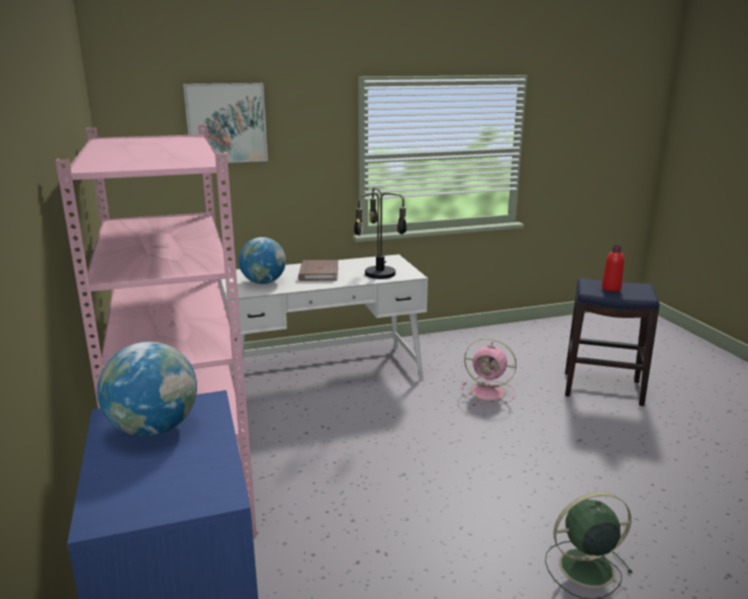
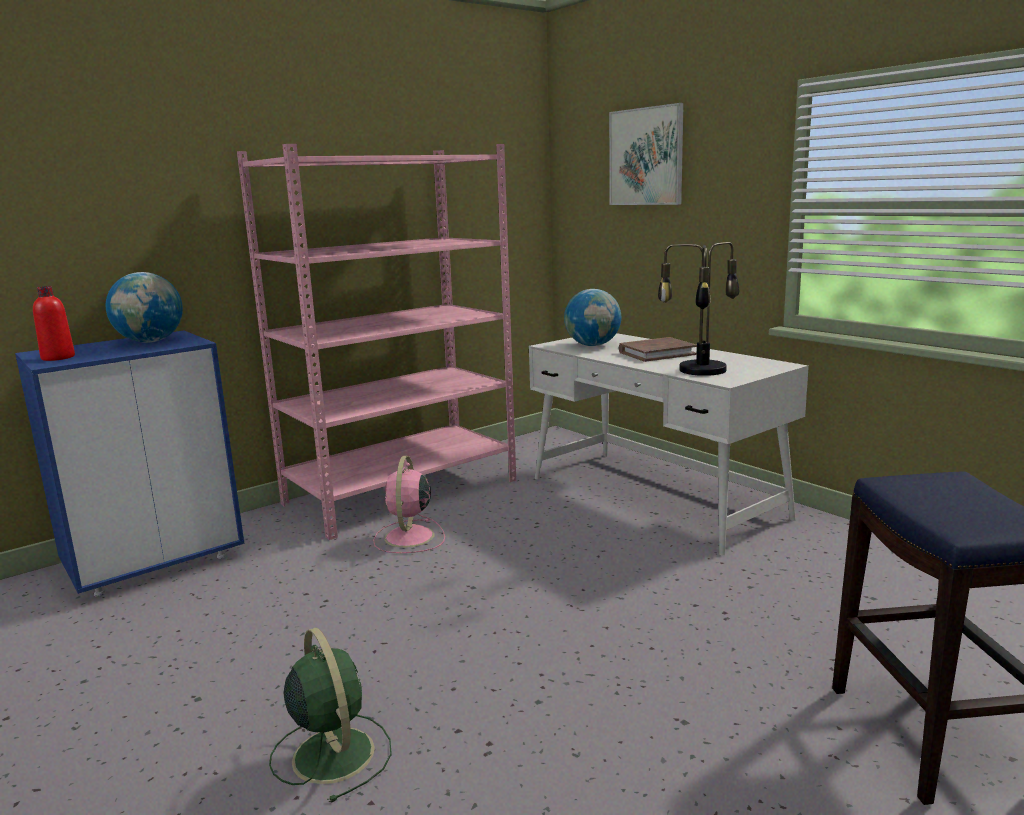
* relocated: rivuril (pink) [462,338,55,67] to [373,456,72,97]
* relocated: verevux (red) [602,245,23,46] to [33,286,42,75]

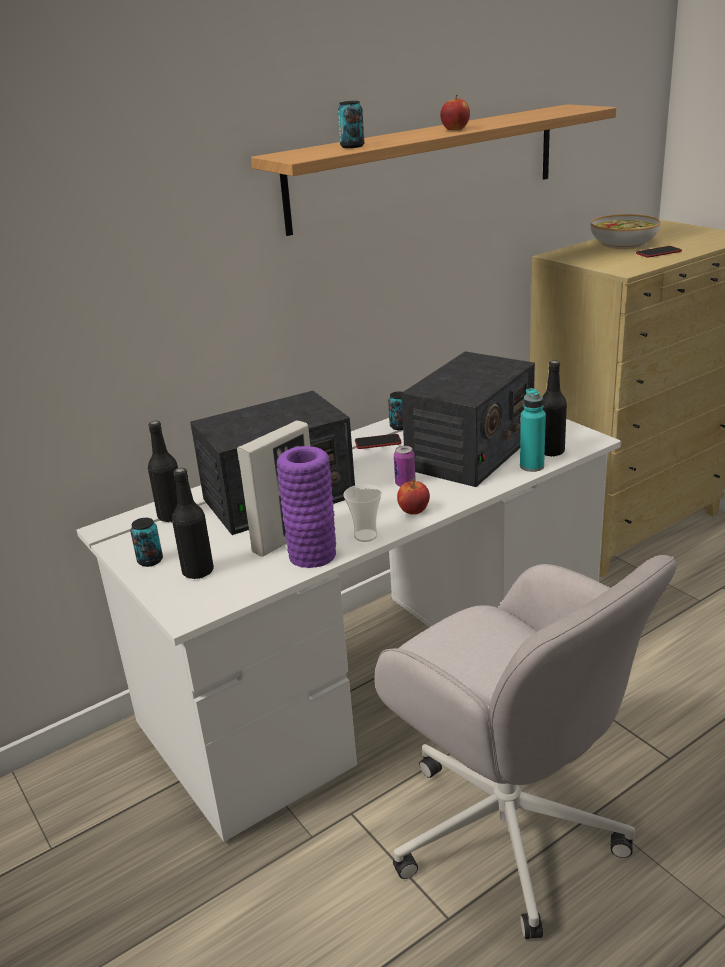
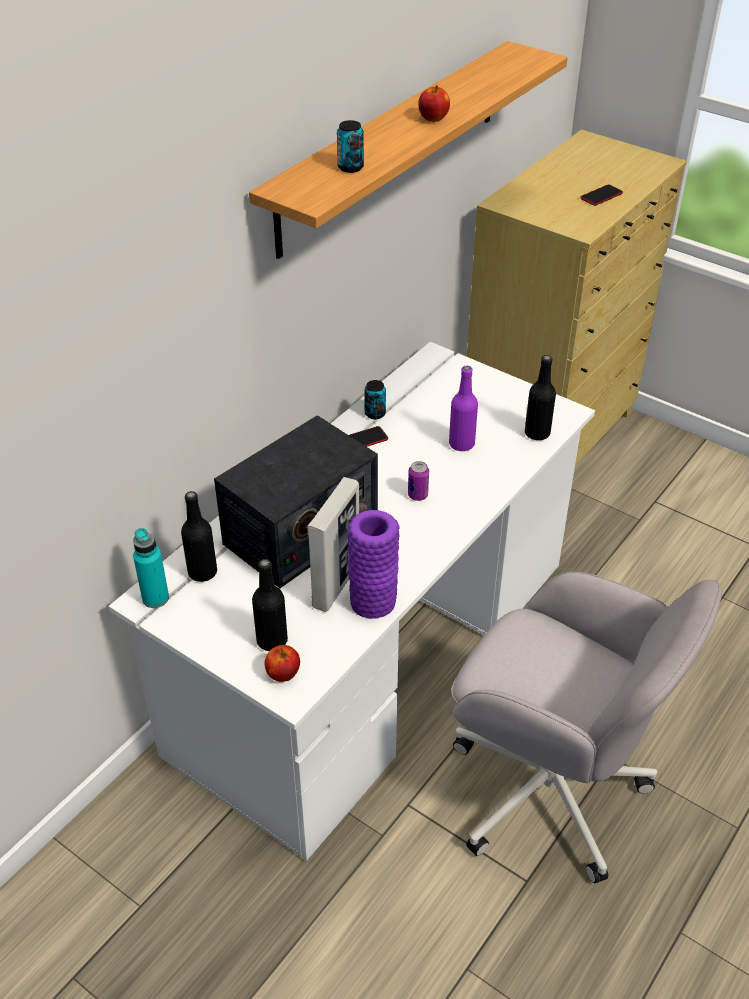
* missing: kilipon [130,518,33,49]
* missing: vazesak [343,484,39,58]
* missing: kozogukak [591,214,70,35]
* relocated: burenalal [397,480,33,35] to [265,645,35,37]
* relocated: verevux (turquoise) [520,388,26,84] to [133,528,36,80]
* exchanged: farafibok [401,351,134,136] to verevux (purple) [449,366,29,85]

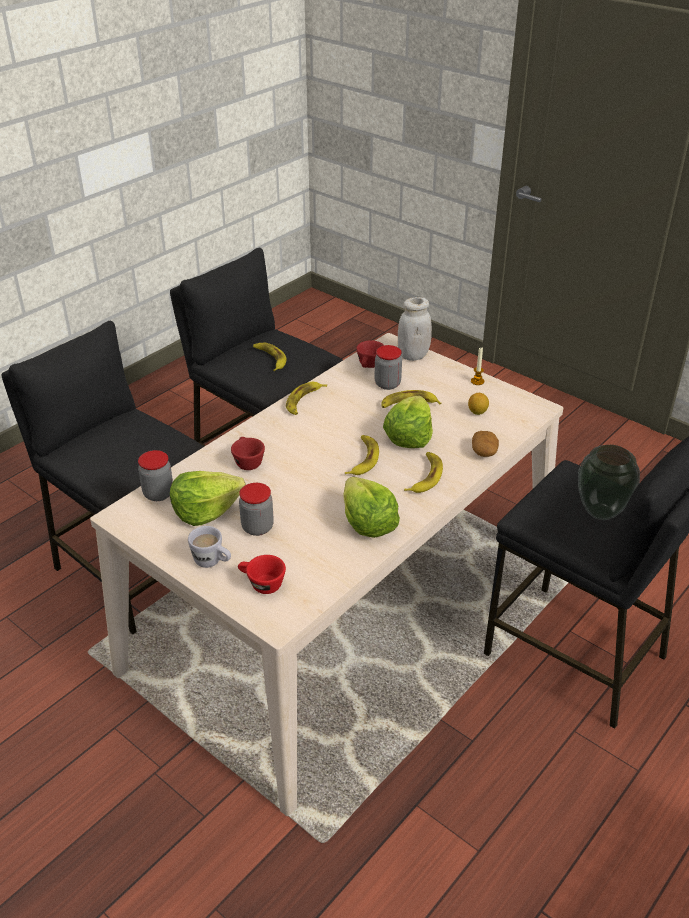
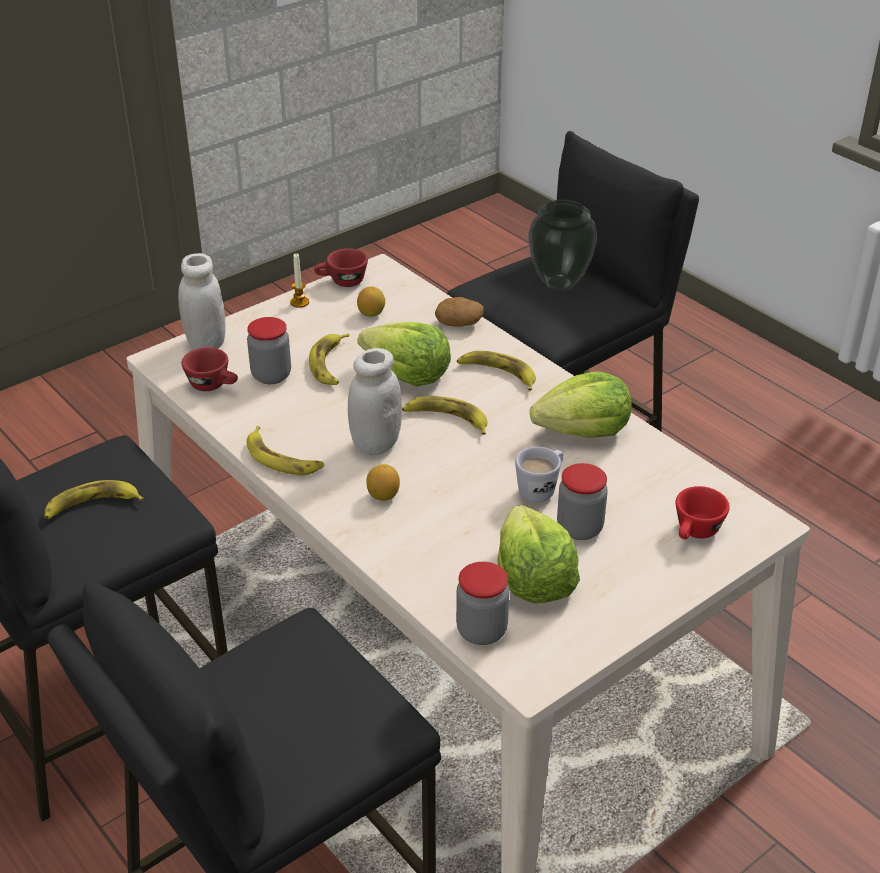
* appeared: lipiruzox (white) [348,348,54,107]
* appeared: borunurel [366,464,34,37]
* relocated: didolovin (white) [188,526,43,42] to [515,447,49,56]
* relocated: vazesak (red) [231,437,34,33] to [314,248,54,39]

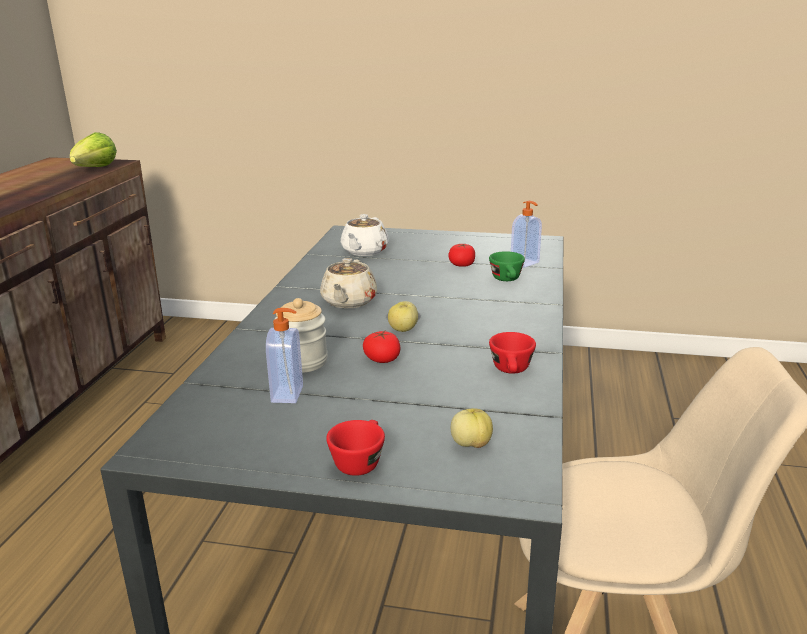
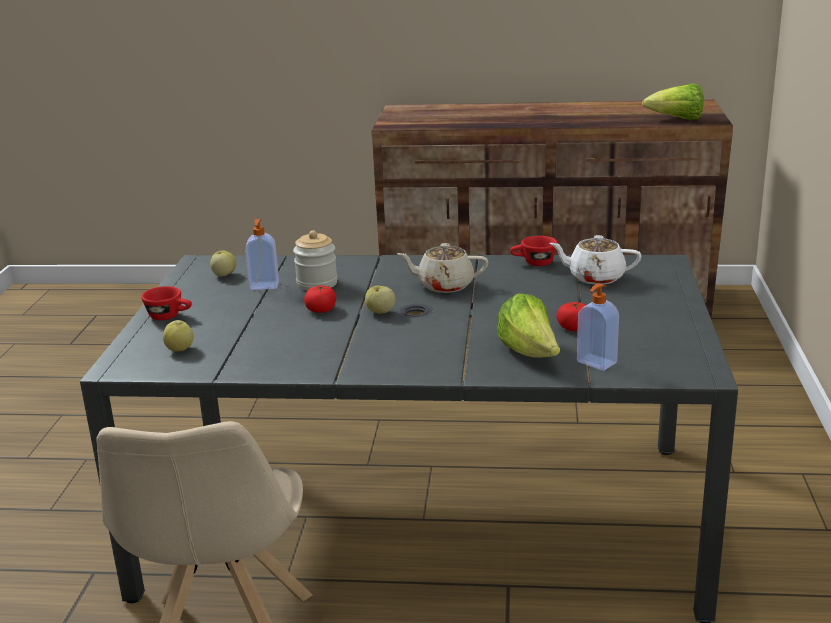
* appeared: burenalal [210,250,26,27]
* relocated: vazesak (red) [489,332,47,42] to [510,236,47,30]
* exchanged: vazesak (green) [489,251,36,30] to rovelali [497,293,63,65]

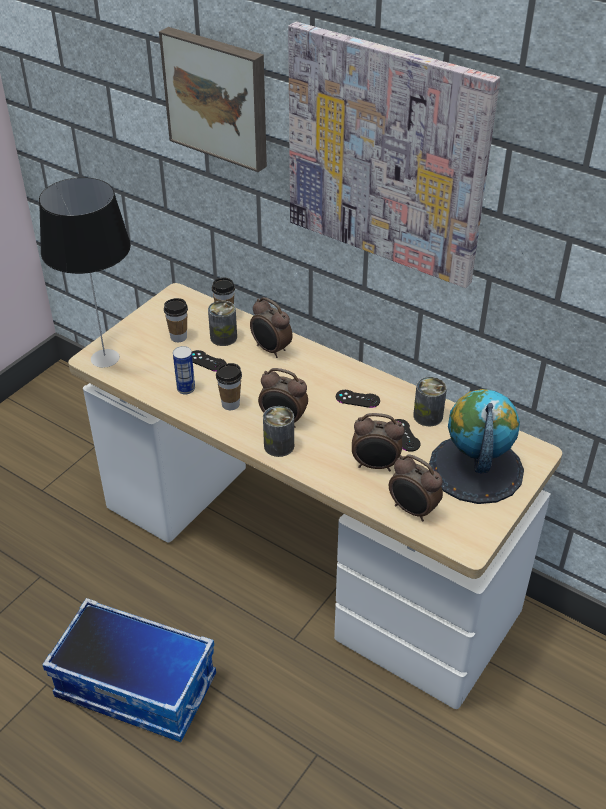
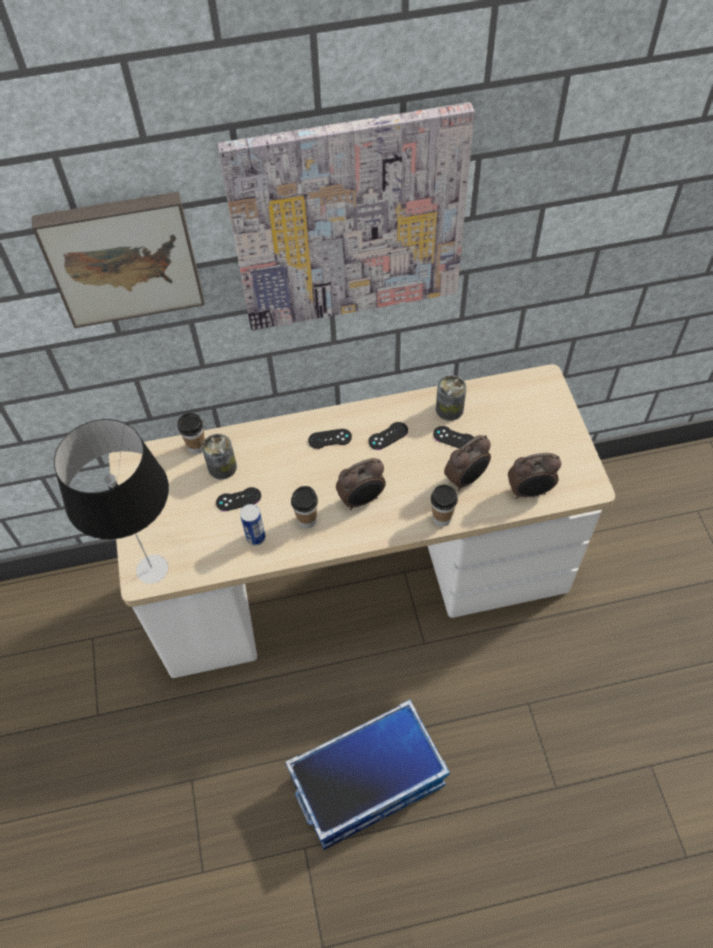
* missing: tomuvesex [250,297,43,61]
* missing: kilipon [263,406,31,51]
* missing: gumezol [429,389,95,115]
* appeared: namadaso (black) [308,429,44,20]
* relocated: vazesak [164,298,24,44] to [431,484,27,42]

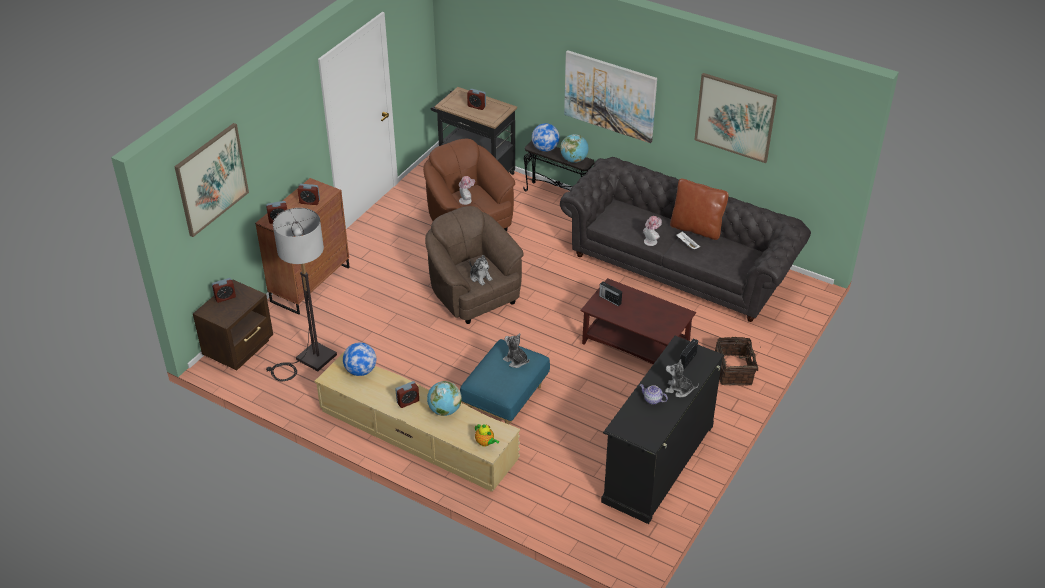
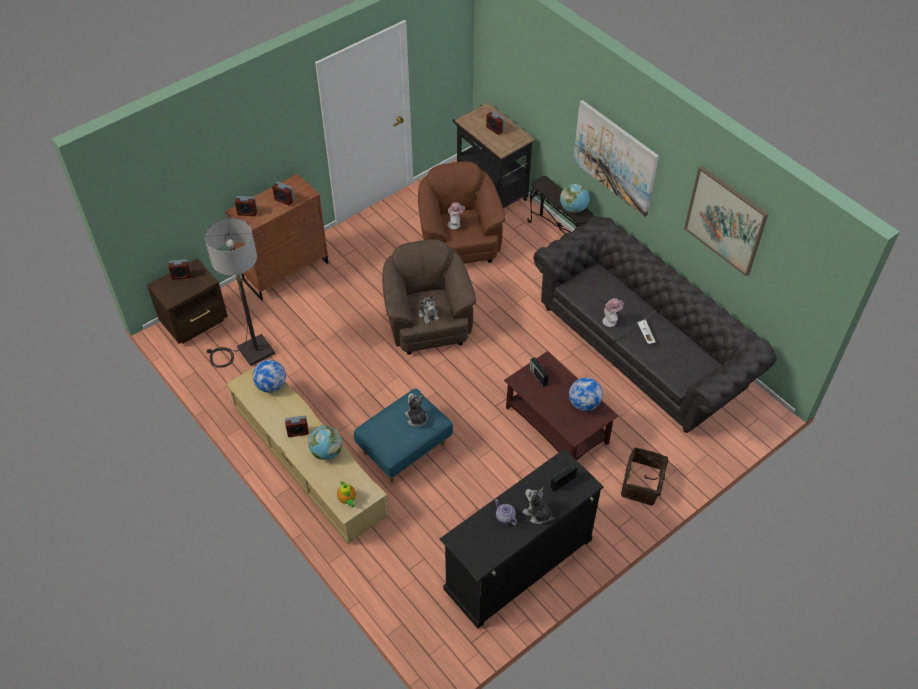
* missing: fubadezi [174,123,75,114]
* missing: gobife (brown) [670,179,59,61]
* relocated: gumezol [532,123,28,29] to [569,378,34,33]

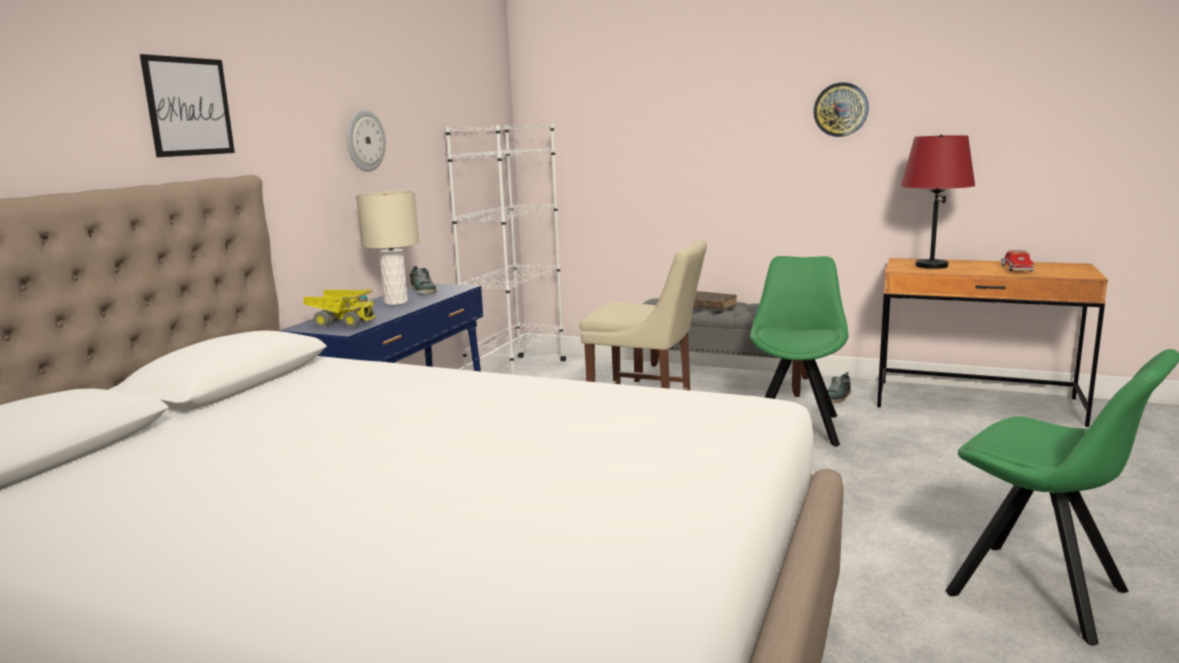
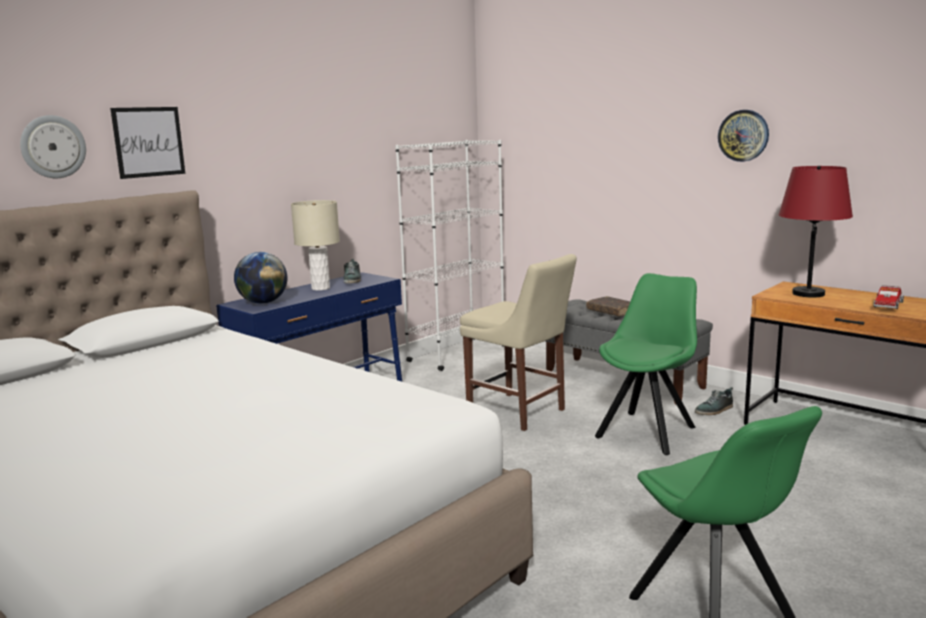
* relocated: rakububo [347,110,39,62] to [20,115,66,63]
* exchanged: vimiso [303,289,74,39] to gumezol [234,252,53,52]

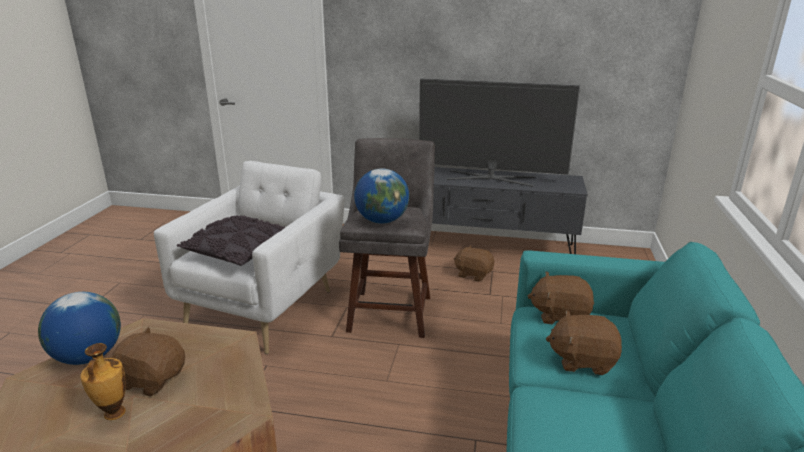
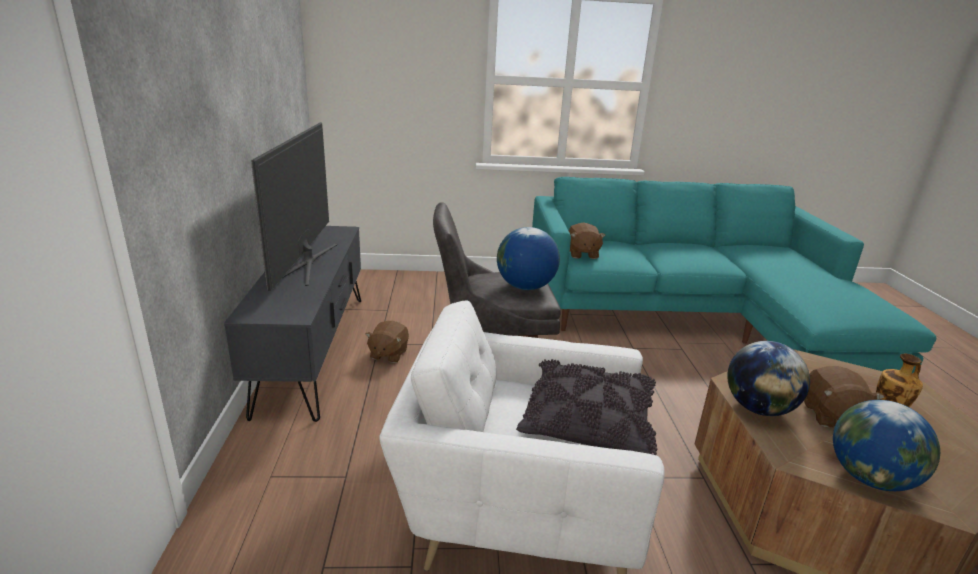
* missing: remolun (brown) [546,310,76,65]
* appeared: gumezol [727,341,83,75]

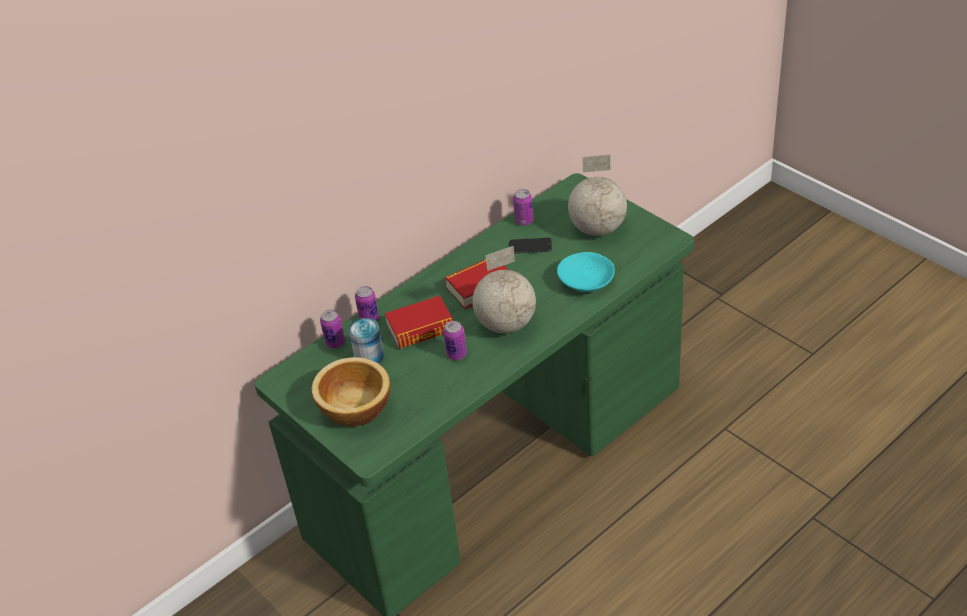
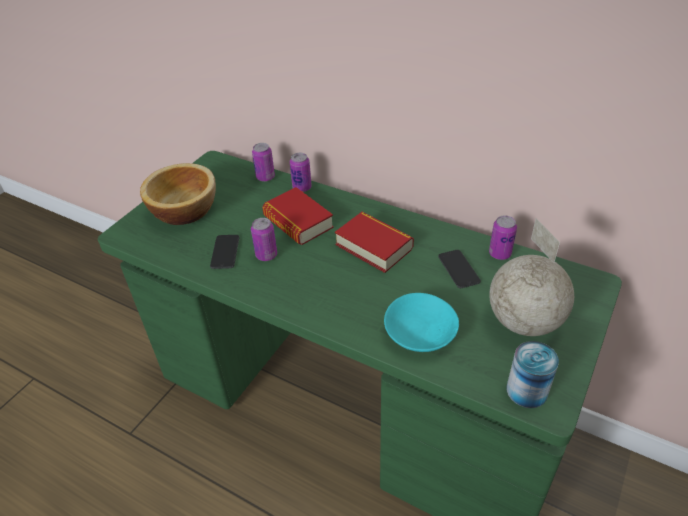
* missing: gumezol [472,246,64,87]
* appeared: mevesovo [210,235,29,34]
* relocated: kilipon [349,318,35,46] to [507,341,52,67]

